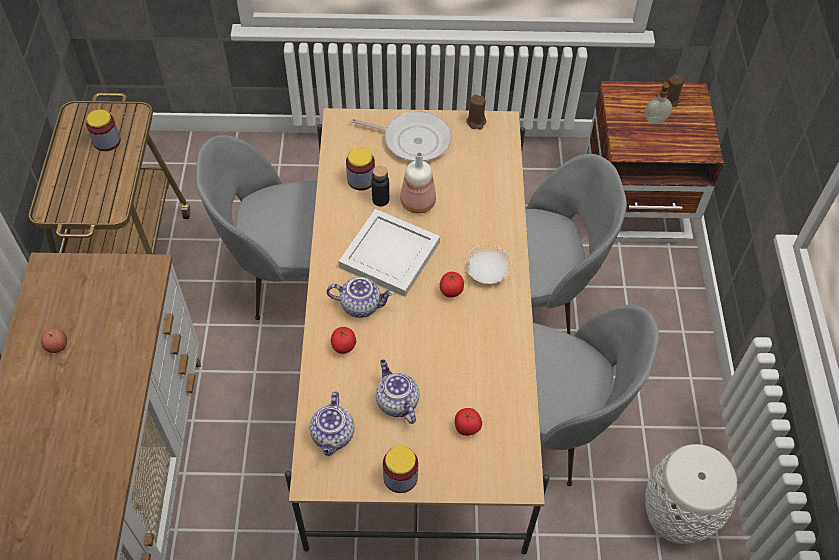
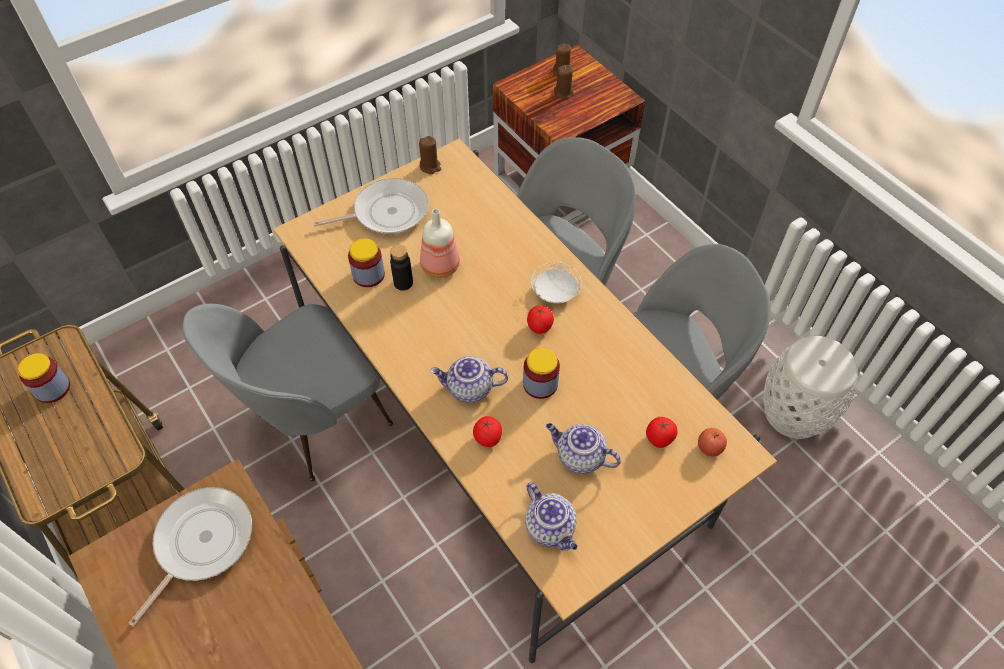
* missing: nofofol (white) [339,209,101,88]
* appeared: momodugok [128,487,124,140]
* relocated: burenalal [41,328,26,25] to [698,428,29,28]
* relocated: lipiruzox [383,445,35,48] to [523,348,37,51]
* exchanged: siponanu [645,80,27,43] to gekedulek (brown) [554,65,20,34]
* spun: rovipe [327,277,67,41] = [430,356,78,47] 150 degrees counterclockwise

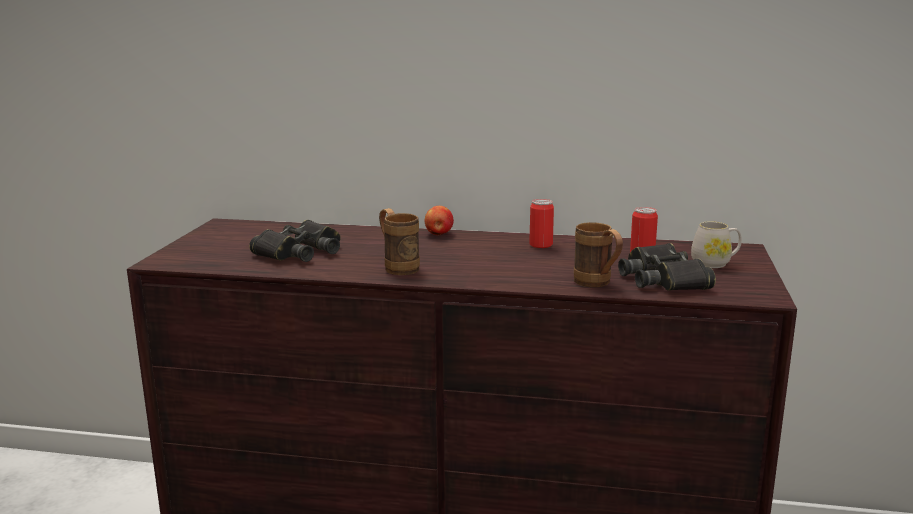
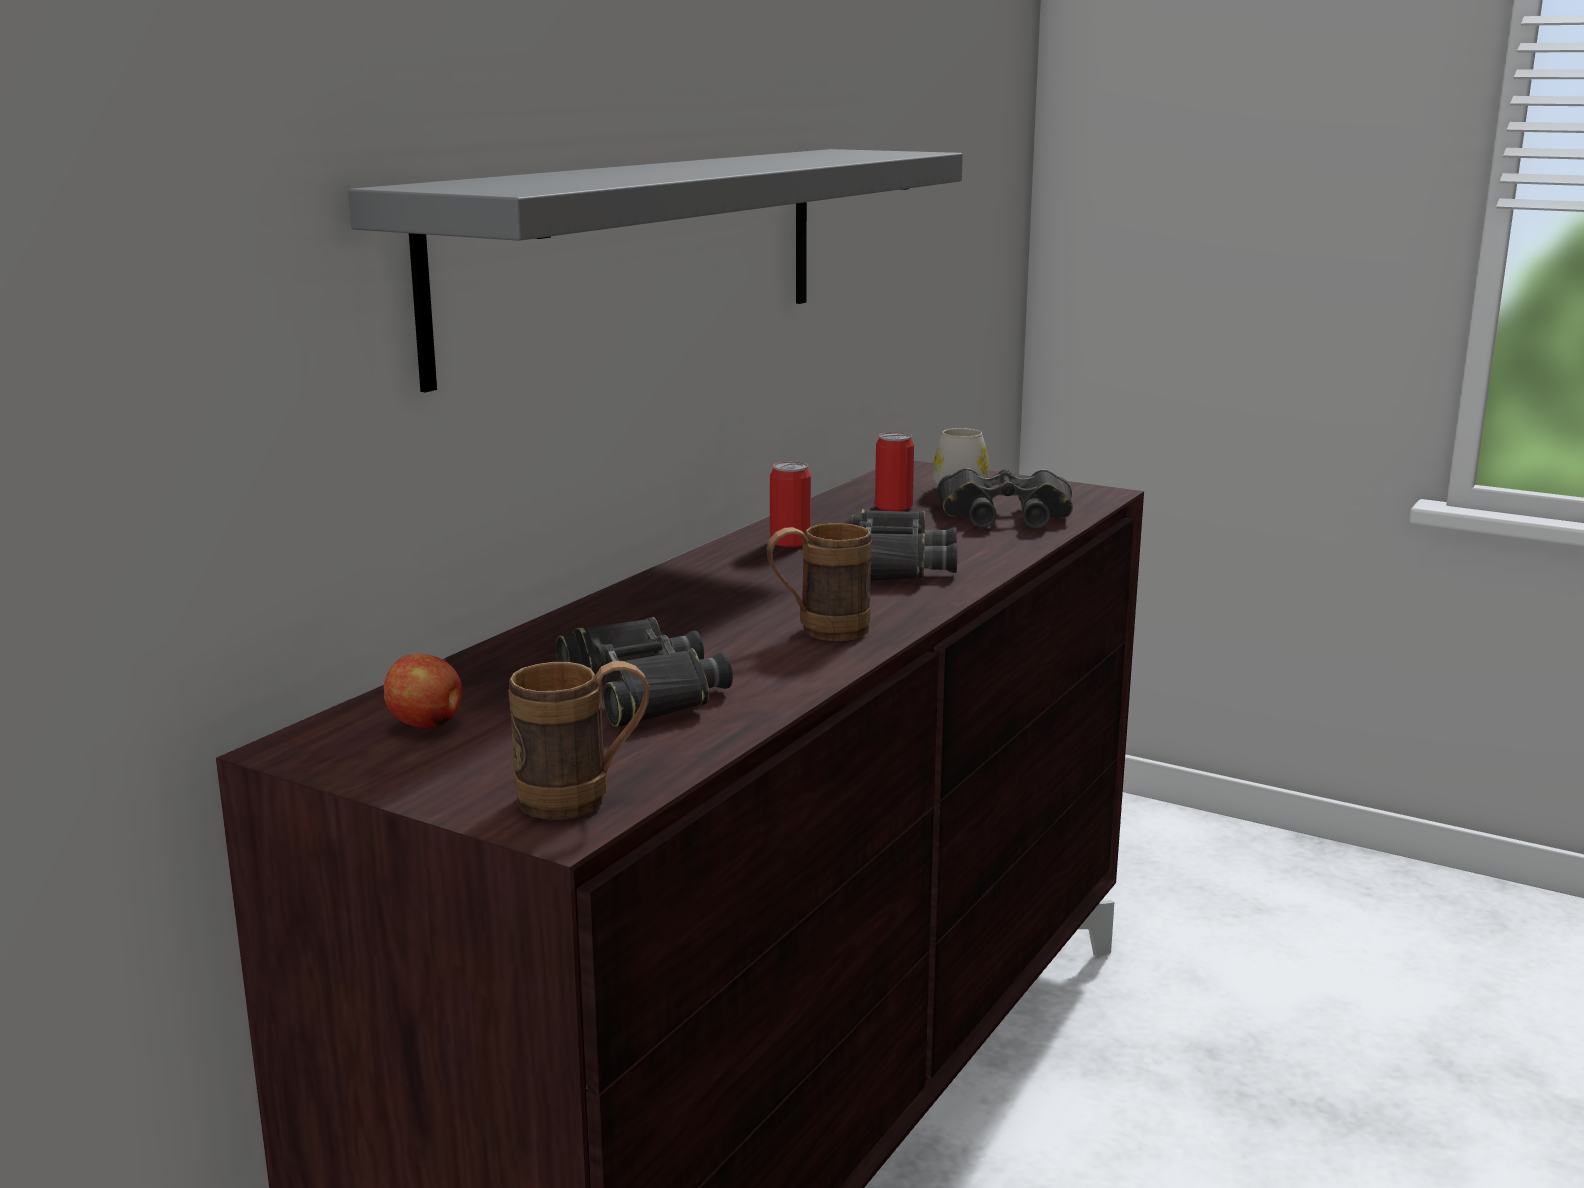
* appeared: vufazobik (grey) [348,149,615,244]
* appeared: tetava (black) [851,509,106,72]
* relocated: burenalal [425,206,29,29] to [384,654,78,74]
* relocated: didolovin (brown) [574,222,49,65] to [508,661,141,158]

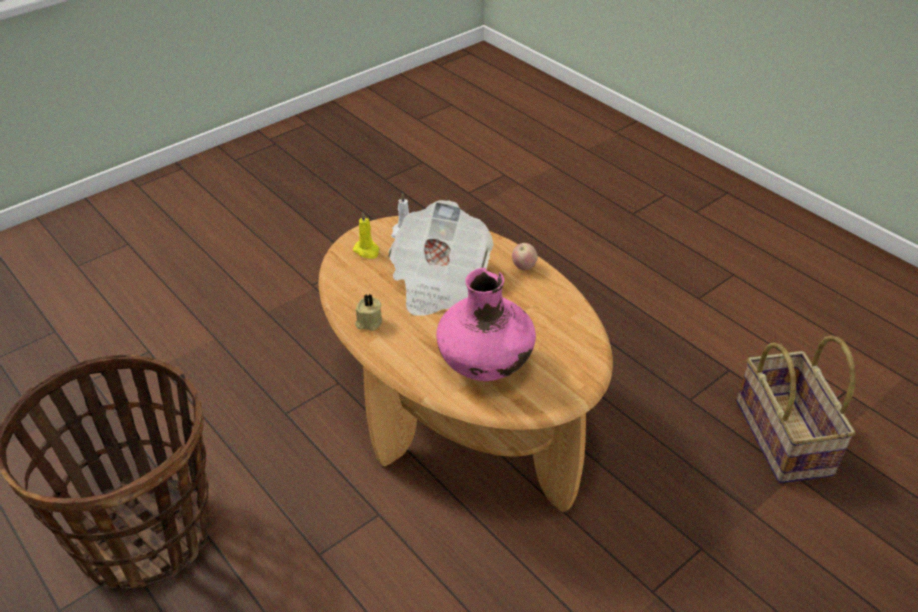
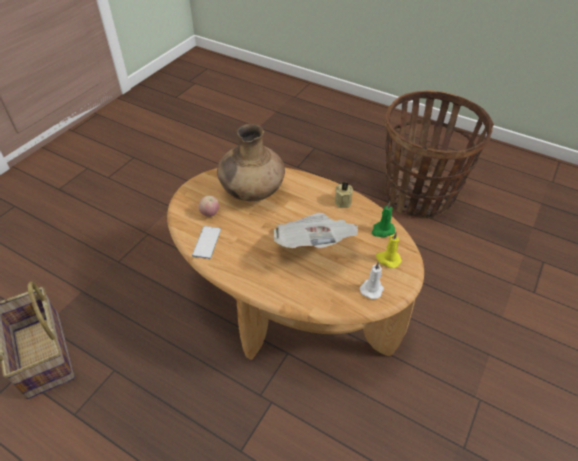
* appeared: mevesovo [192,226,29,33]
* appeared: gekedulek (green) [372,202,23,35]
* relocated: burenalal [512,243,26,27] to [199,196,20,21]
* colour: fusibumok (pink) [436,268,100,113] to fusibumok (brown) [217,124,68,77]

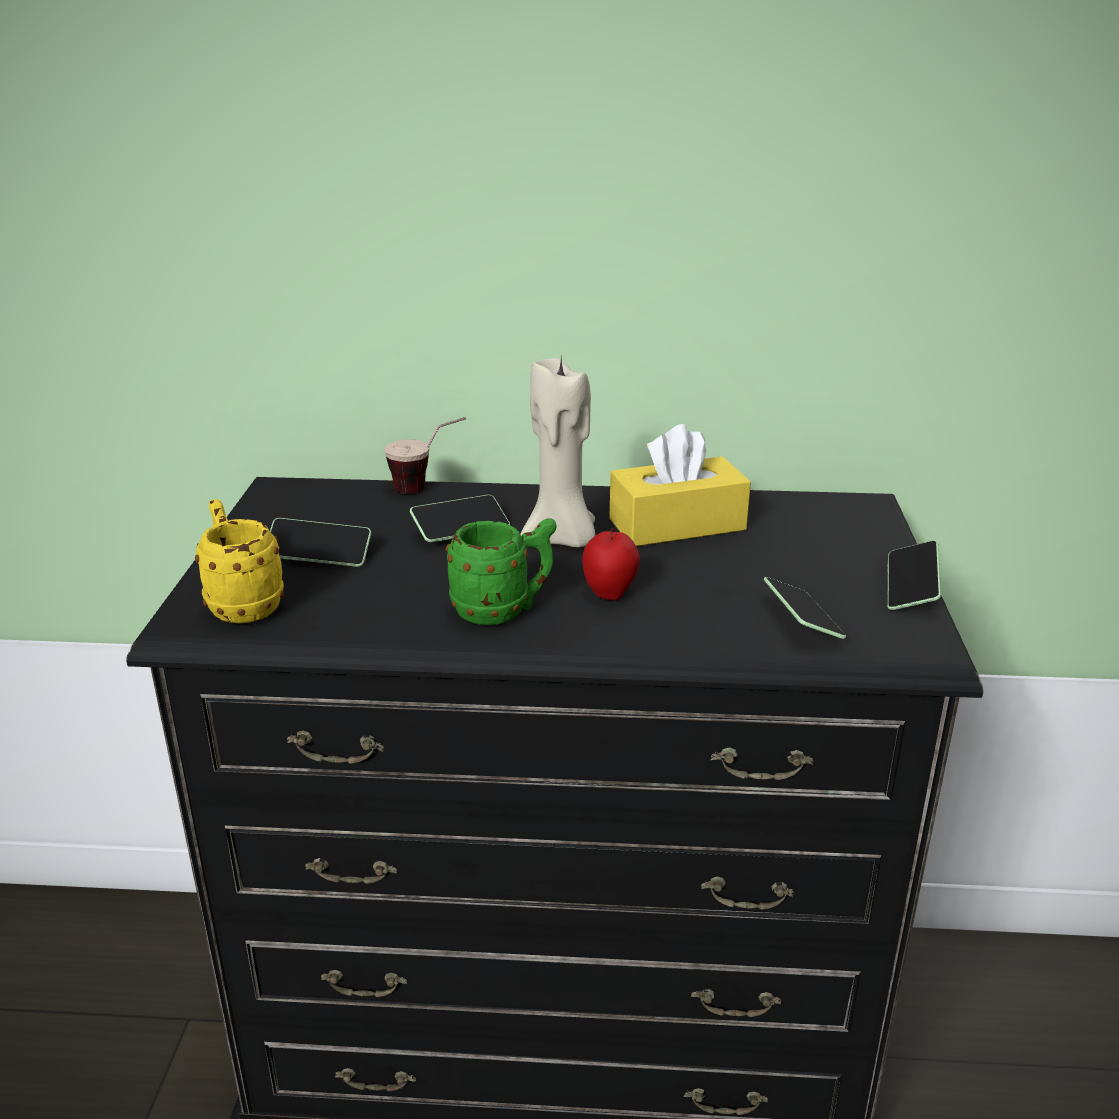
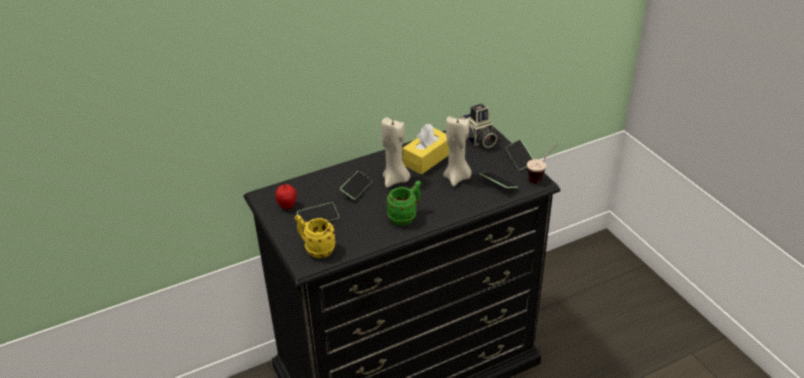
* appeared: gekedulek (beige) [443,116,29,71]
* appeared: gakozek [460,104,37,44]
* relocated: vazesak [384,417,82,77] to [527,145,30,38]
* relocated: burenalal [582,528,58,73] to [275,184,21,25]

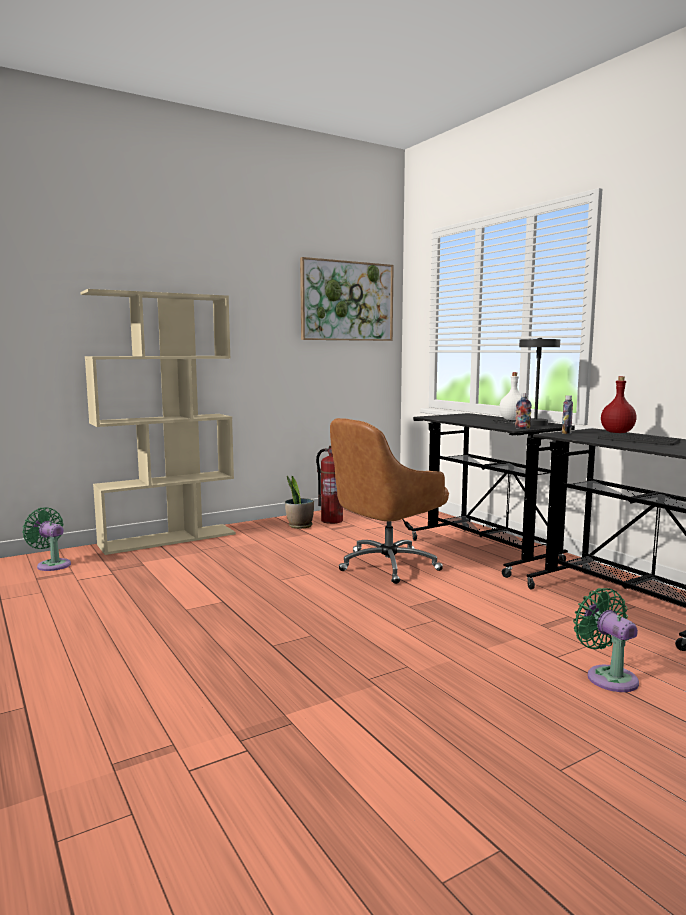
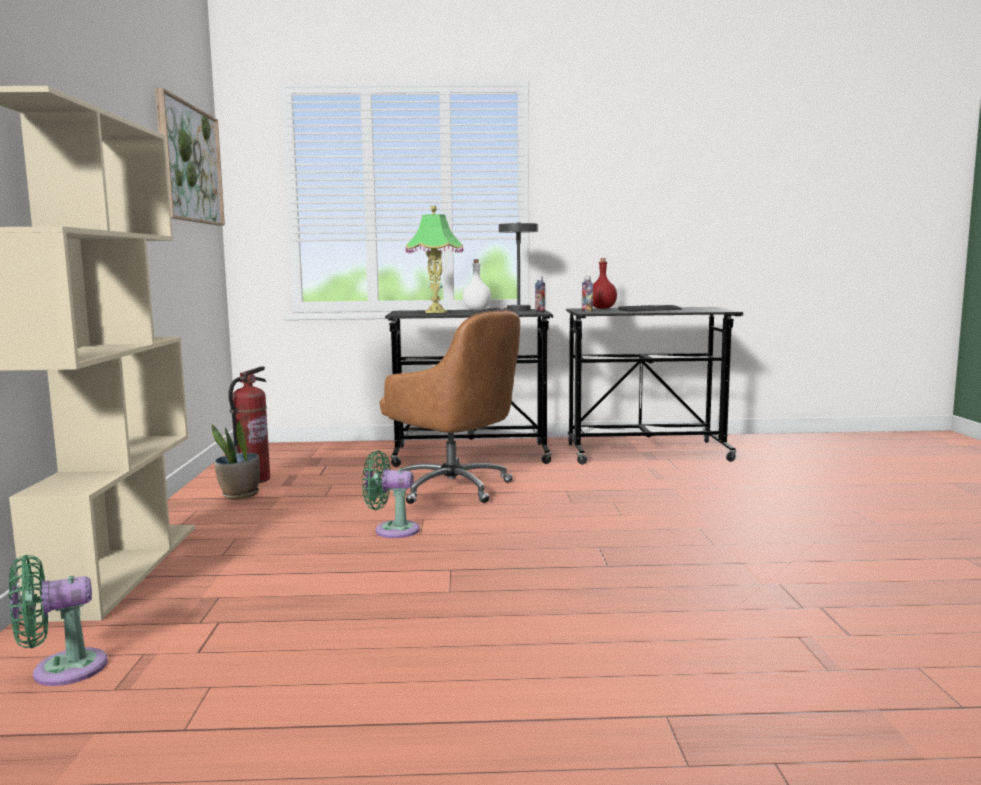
* appeared: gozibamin [406,206,58,107]
* relocated: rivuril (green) [573,588,66,104] to [362,450,58,88]
* spun: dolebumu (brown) [330,418,119,166] = [379,310,141,194] 45 degrees counterclockwise

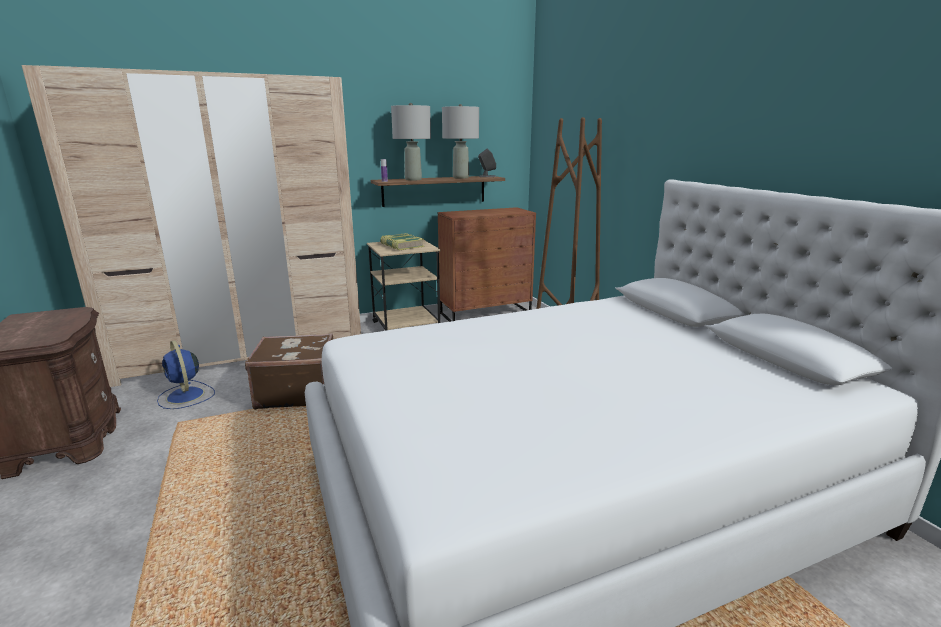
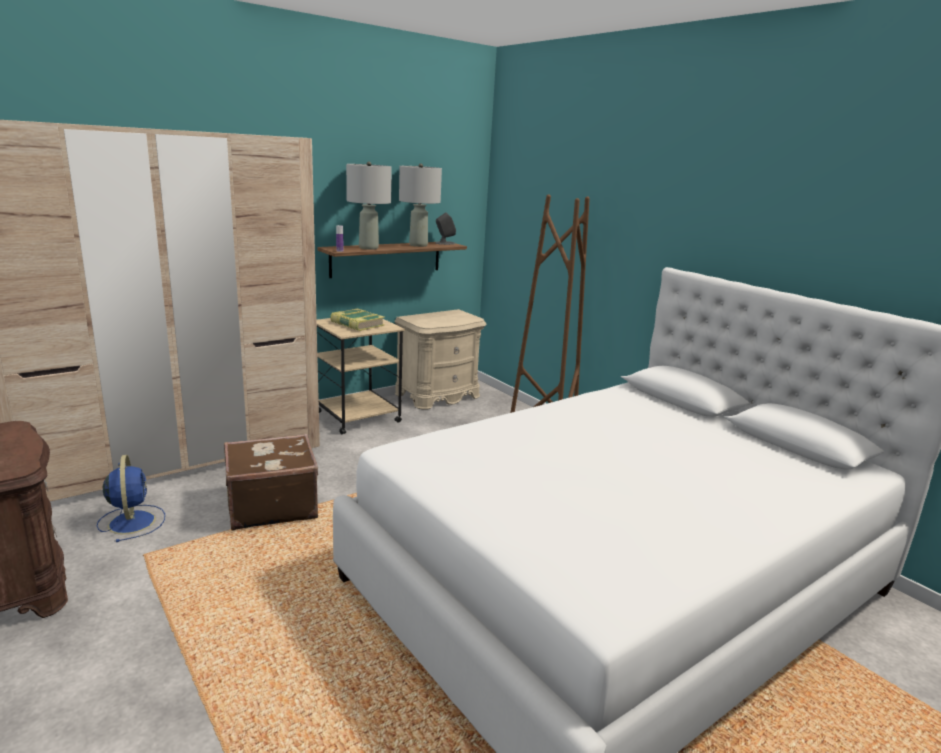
* exchanged: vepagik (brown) [438,207,98,115] to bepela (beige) [394,309,93,101]
* spun: rivuril (blue) [157,340,58,69] = [97,455,68,87] 150 degrees counterclockwise

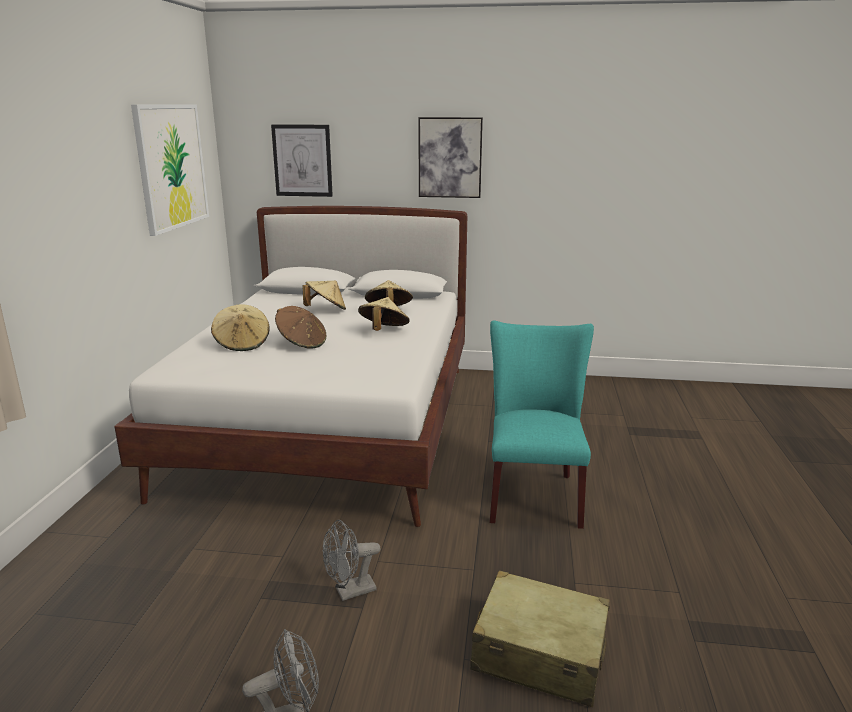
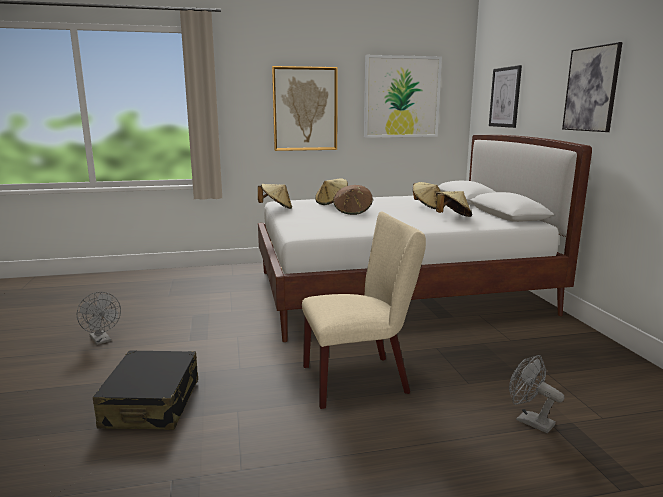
* appeared: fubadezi [272,66,66,85]
* relocated: rivuril (grey) [323,520,57,81] to [509,355,56,78]
* relocated: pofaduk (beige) [358,297,52,34] to [258,184,34,25]
* colour: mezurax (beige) [470,570,140,137] to mezurax (black) [93,350,105,80]
* colour: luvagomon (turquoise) [490,321,104,208] to luvagomon (beige) [302,211,124,198]

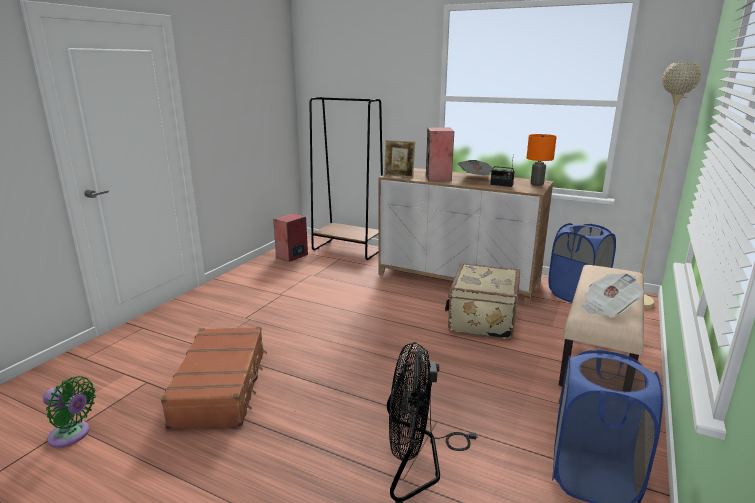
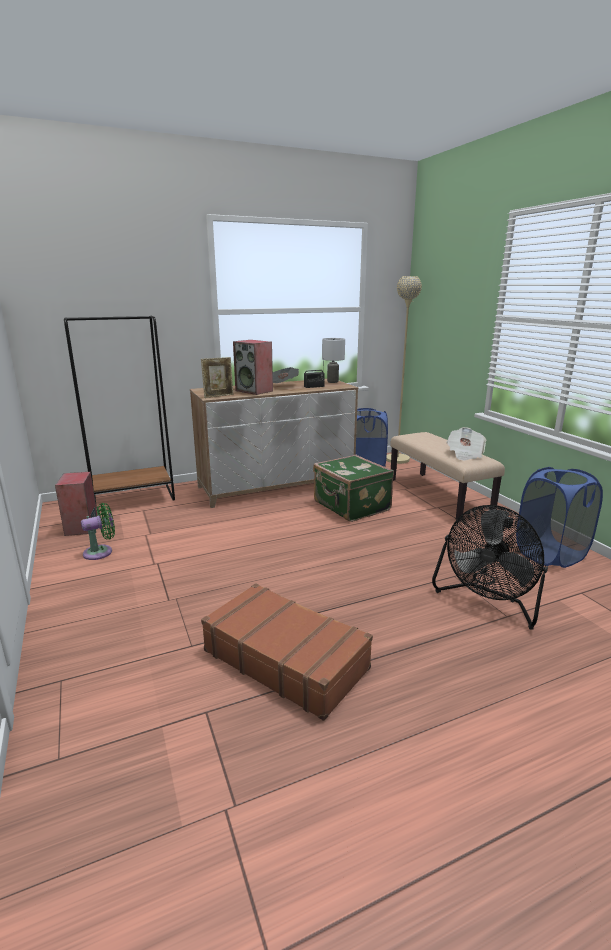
* relocated: rivuril (green) [43,376,53,72] to [81,503,34,57]
* colour: mezurax (beige) [445,263,75,77] to mezurax (green) [313,455,81,67]
* colour: gozibamin (orange) [527,134,30,52] to gozibamin (white) [322,338,23,45]

